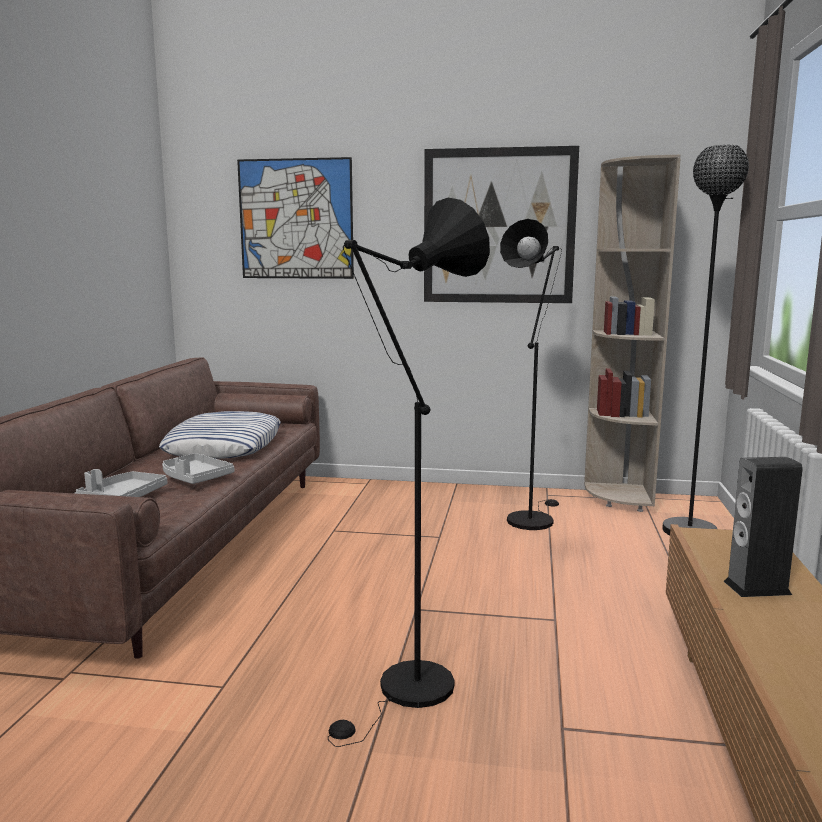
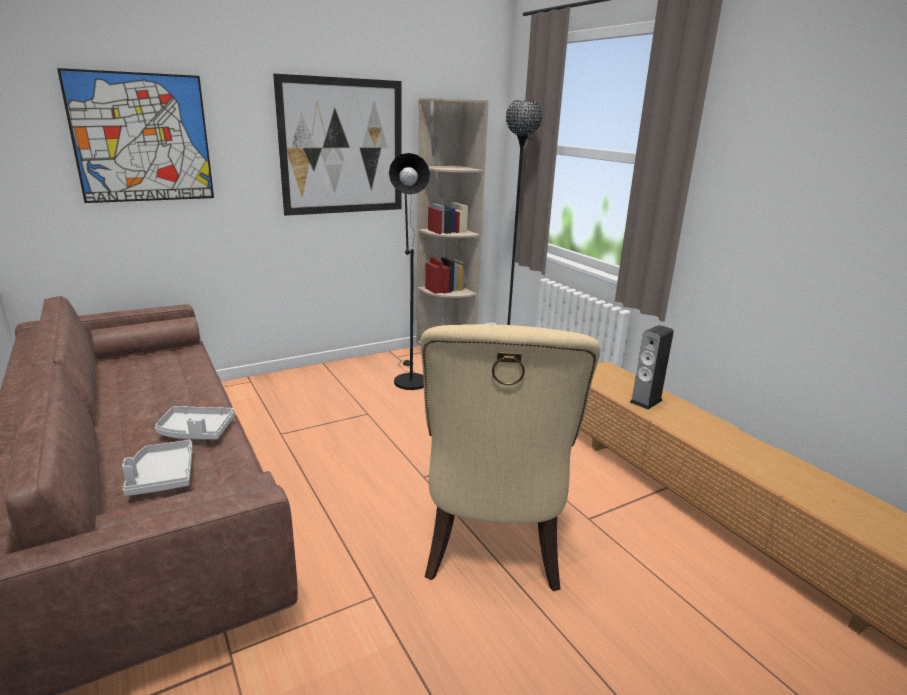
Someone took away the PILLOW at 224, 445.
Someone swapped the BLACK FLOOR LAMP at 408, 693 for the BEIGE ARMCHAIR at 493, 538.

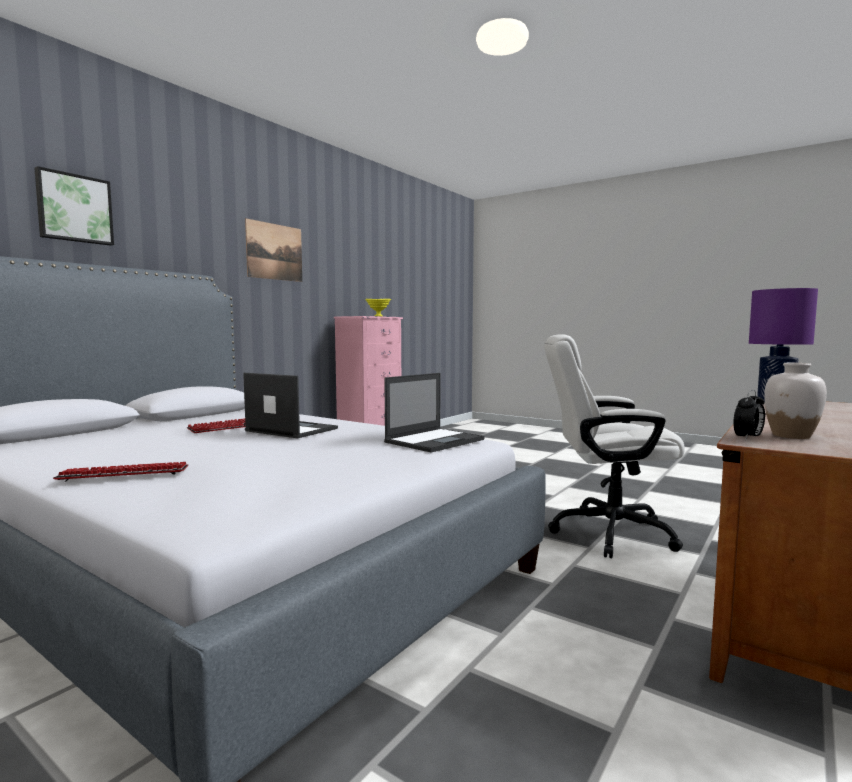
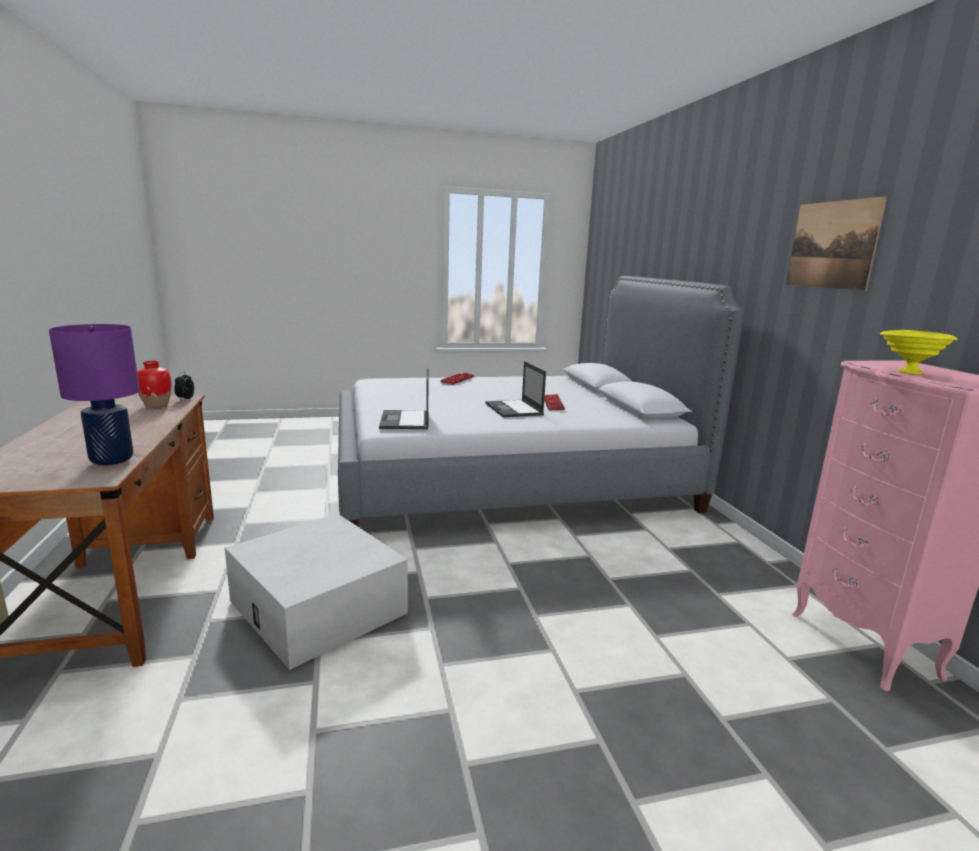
Someone took away the PICTURE at 74, 208.
Someone swapped the WHITE OFFICE CHAIR at 605, 534 for the WHITE STORAGE BOX at 318, 607.
Someone repainted the WHITE VASE at 791, 436, which became the RED VASE at 157, 405.
Someone rotated the LAPTOP at 290, 430 by 90 degrees clockwise.

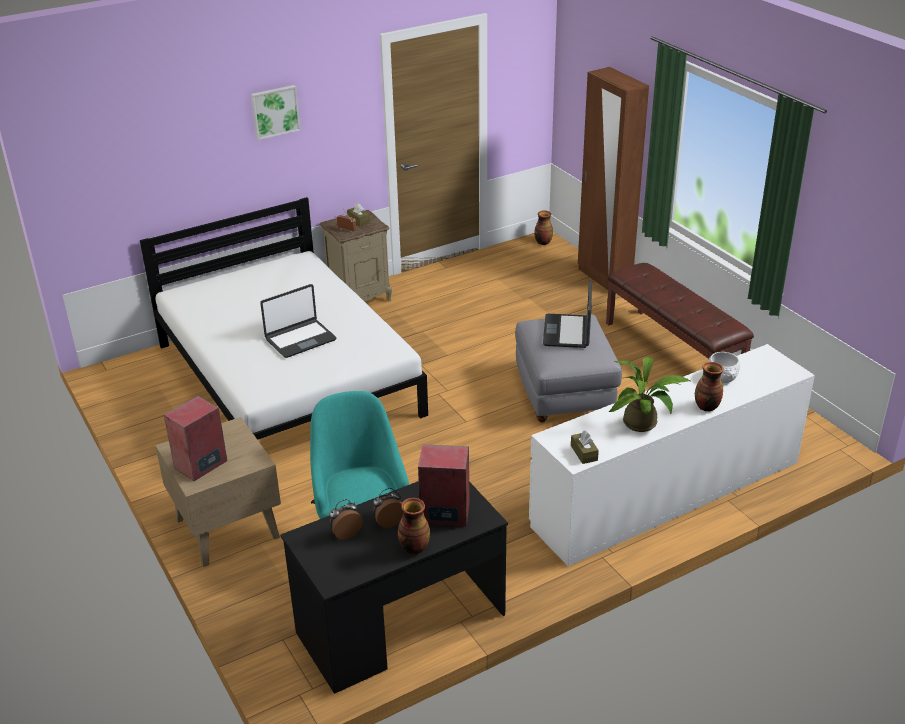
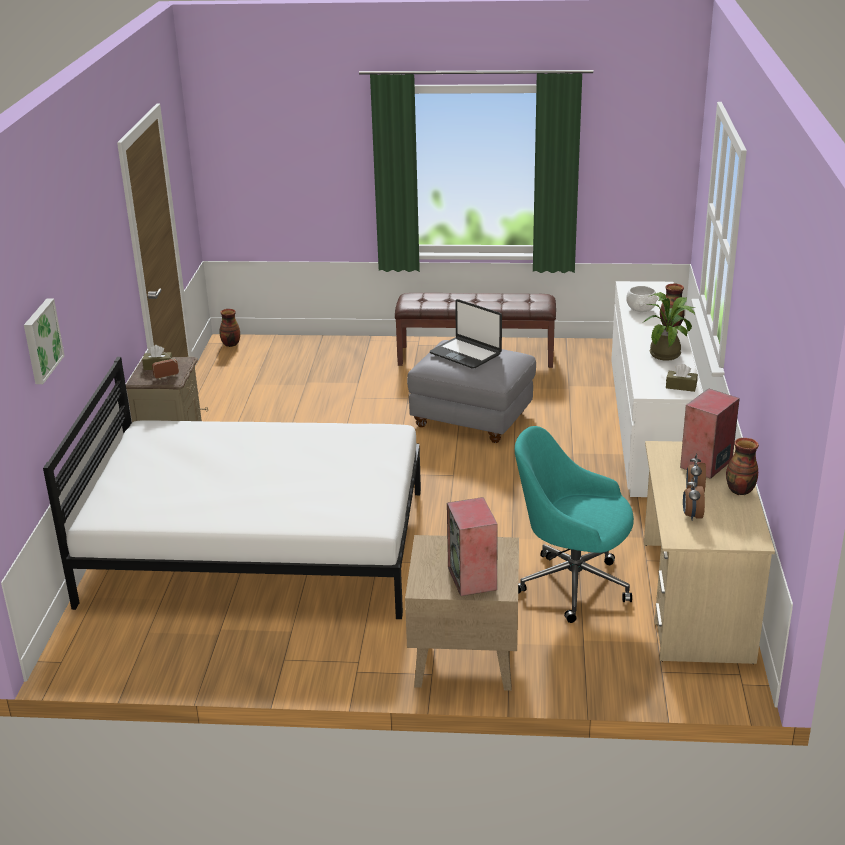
Someone took away the LAPTOP at 300, 339.
Someone took away the BROWN WARDROBE at 604, 279.
Someone carried the PICTURE from 274, 111 to 41, 340.
Someone repainted the BLACK DESK at 400, 624, which became the BEIGE DESK at 695, 600.

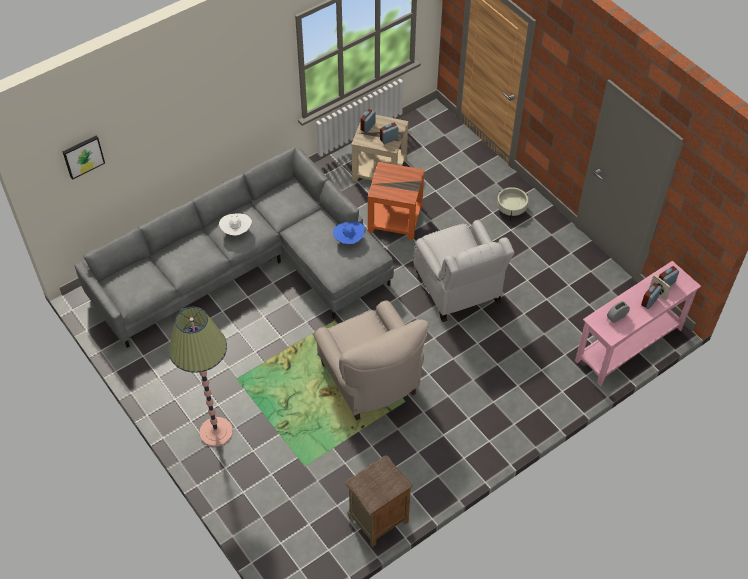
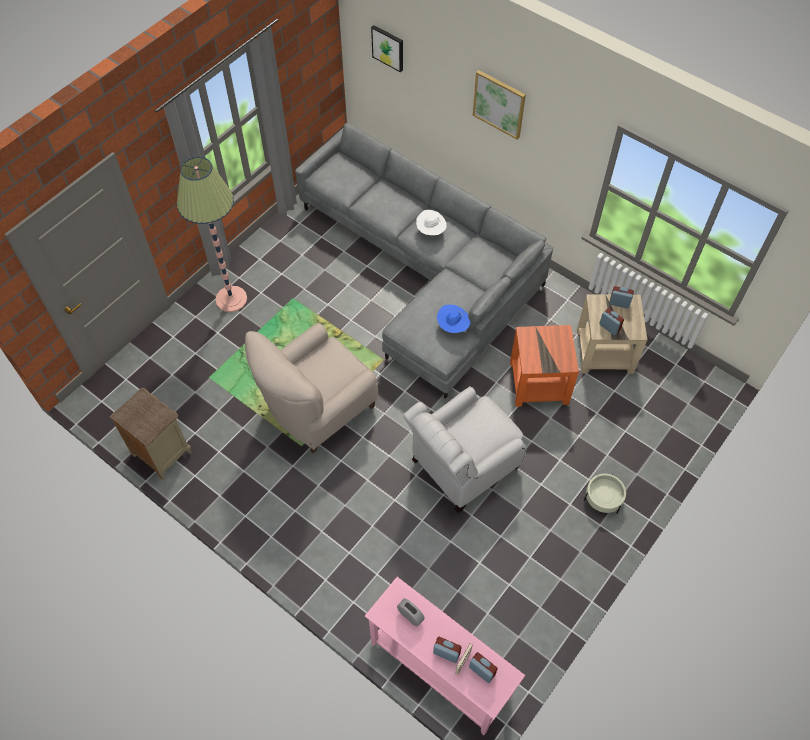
Someone put up the PICTURE at 499, 104.

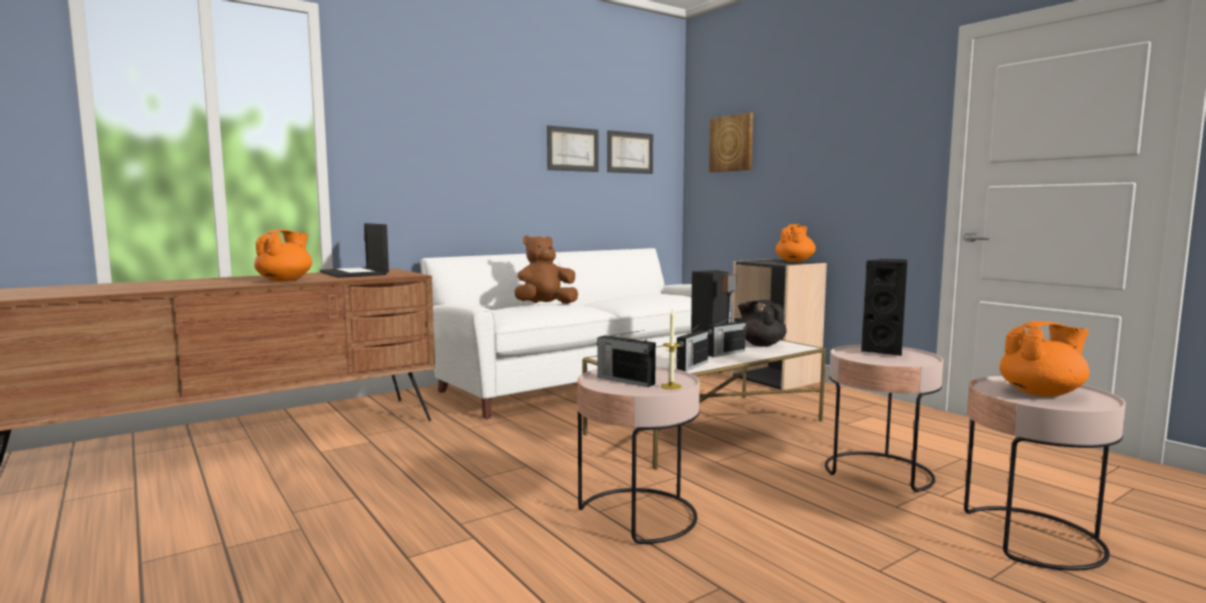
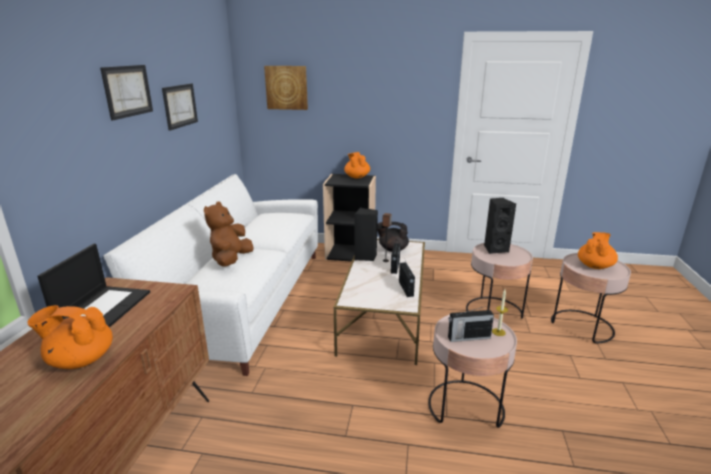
Someone carried the PICTURE from 630, 152 to 127, 91.
Someone rotated the ORANGE TEAPOT at 285, 280 by 60 degrees counterclockwise.
Someone rotated the LAPTOP at 355, 273 by 90 degrees counterclockwise.

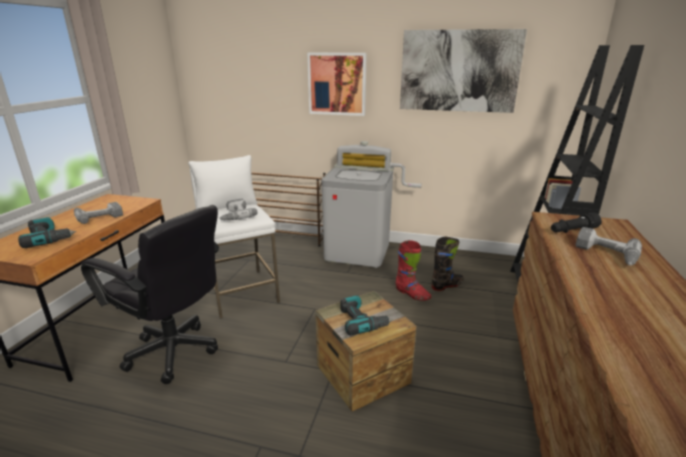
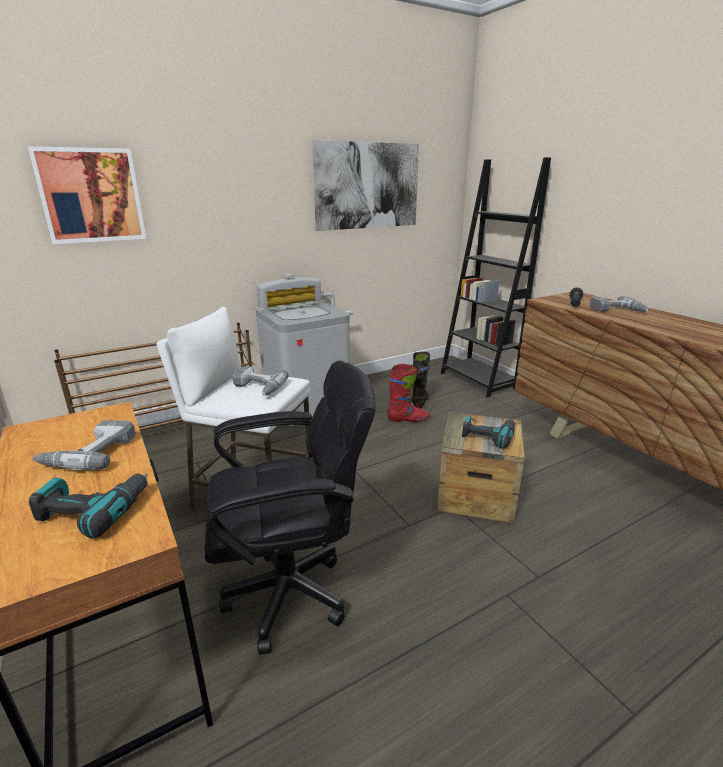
Someone carried the PICTURE from 337, 84 to 91, 195.

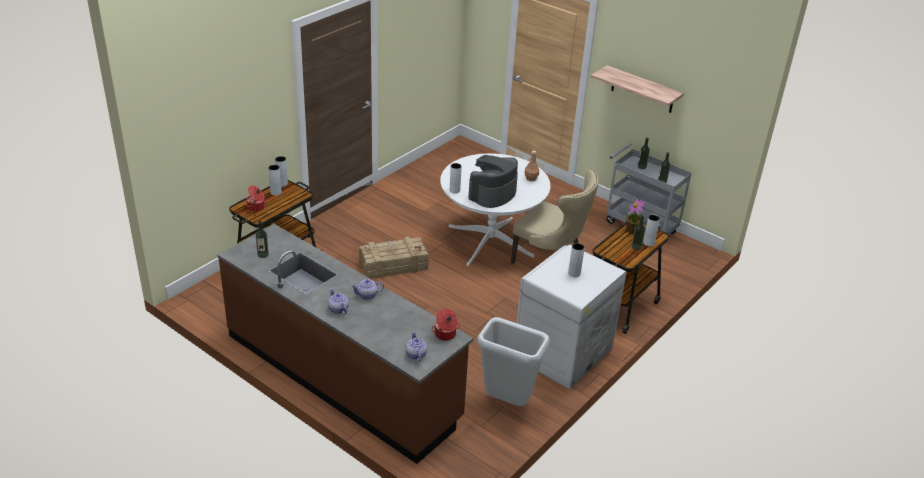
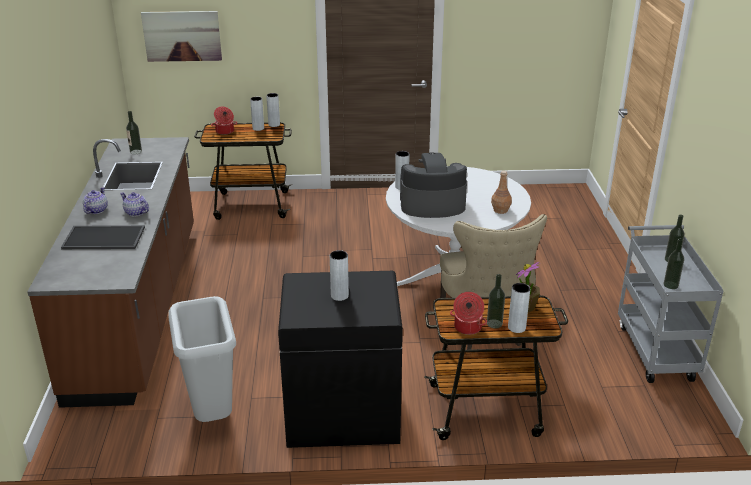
Someone took away the CRATE at 392, 265.
Someone took away the TEAPOT at 416, 355.
Someone took away the SHELF at 642, 90.
Someone put down the TRAY at 105, 237.
Someone put up the PICTURE at 182, 36.
Someone carried the COOKING POT from 445, 335 to 467, 328.
Someone repainted the WHITE WASHING MACHINE at 560, 352, which became the BLACK WASHING MACHINE at 341, 410.

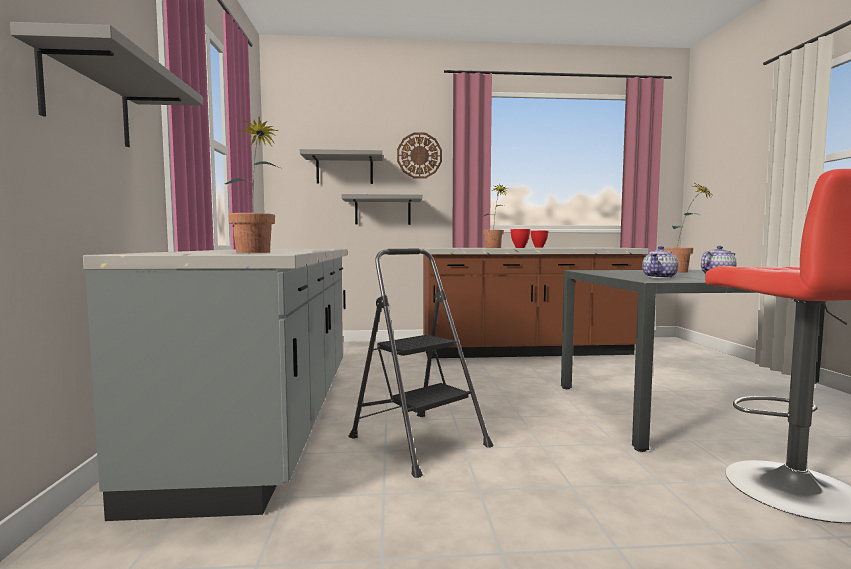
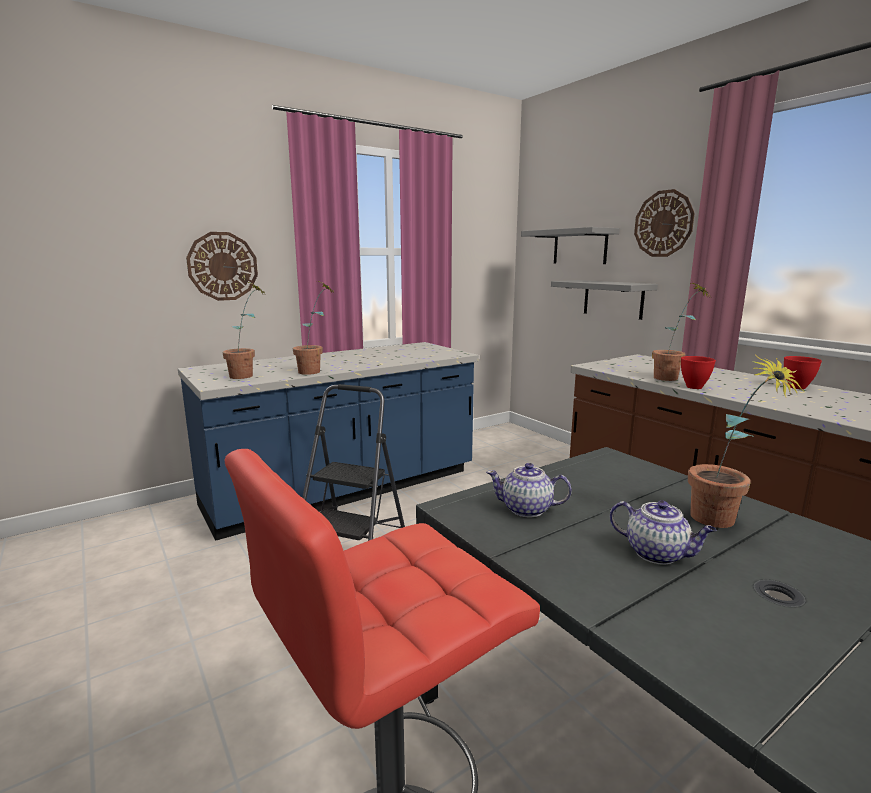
Someone put down the POTTED PLANT at 316, 371.
Someone swapped the GREY SHELF at 87, 99 for the WALL CLOCK at 223, 266.
Someone repainted the GREY COUNTER at 270, 420, which became the BLUE COUNTER at 344, 490.

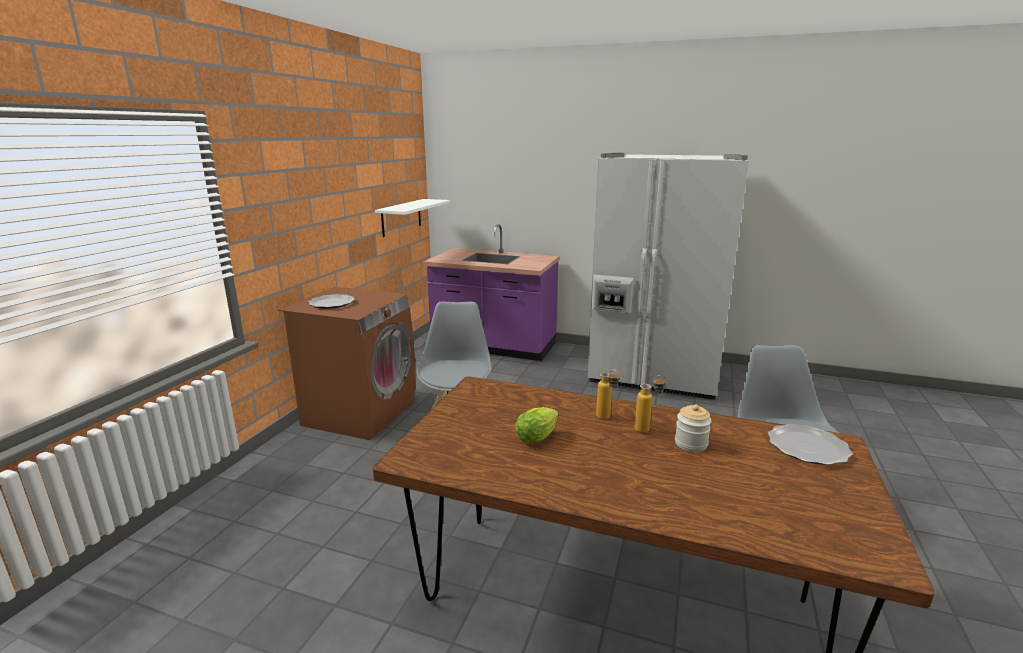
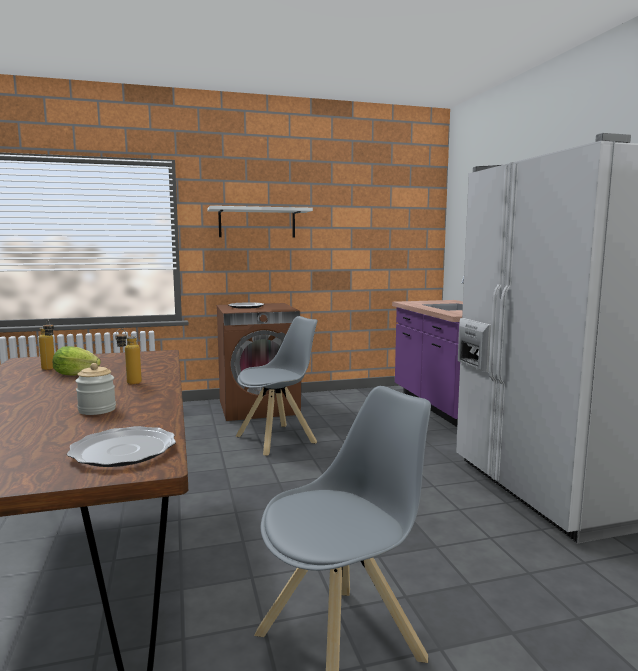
Someone carried the WHITE SHELF from 401, 217 to 257, 223.
Someone carried the BOTTLE from 647, 429 to 50, 369.

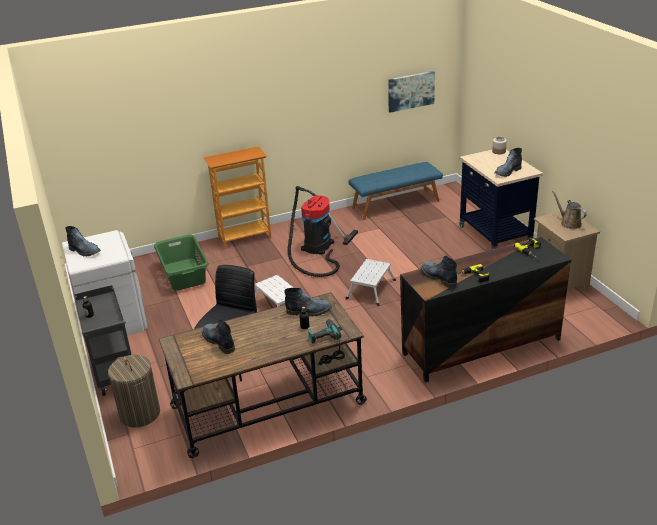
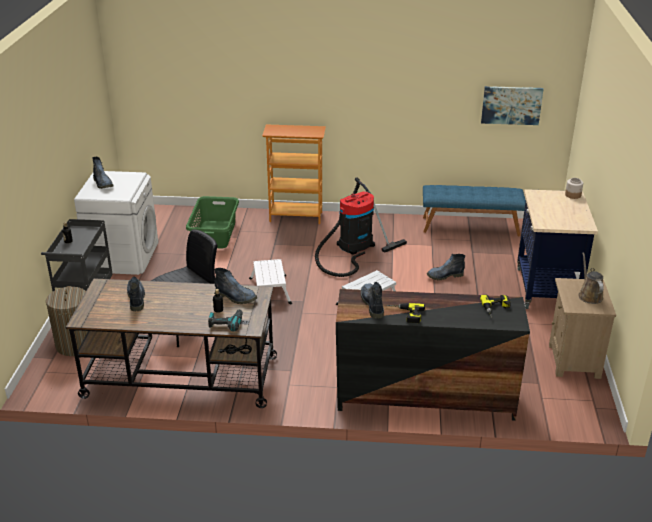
Someone carried the BOOT from 507, 172 to 444, 276.

